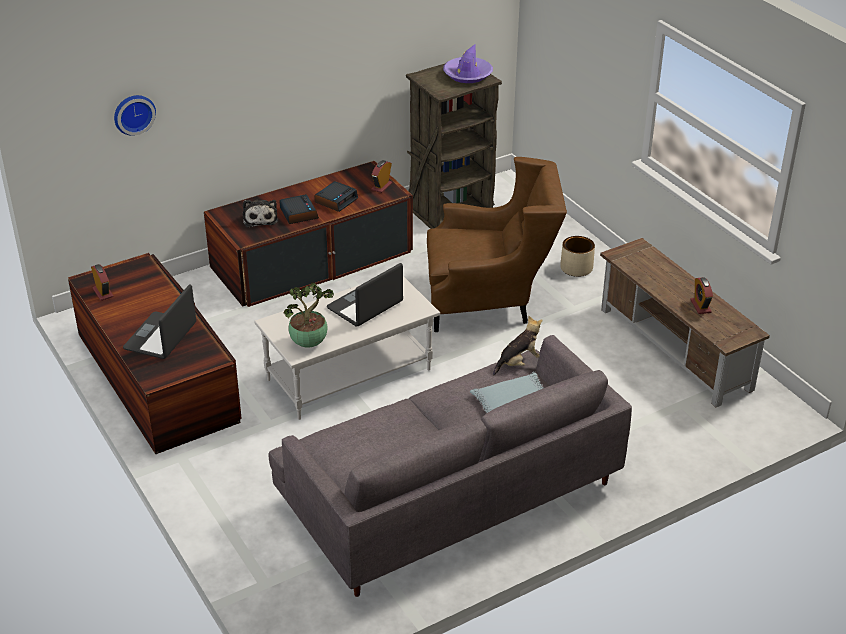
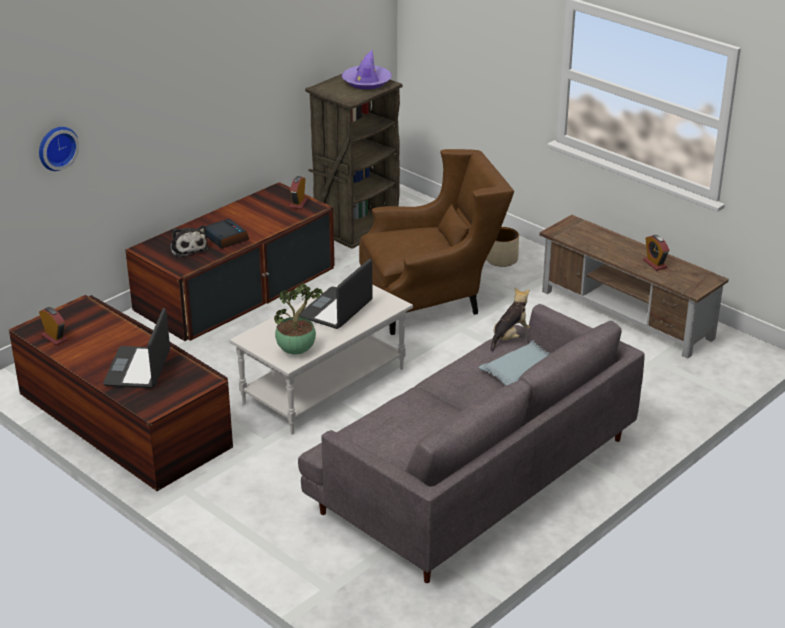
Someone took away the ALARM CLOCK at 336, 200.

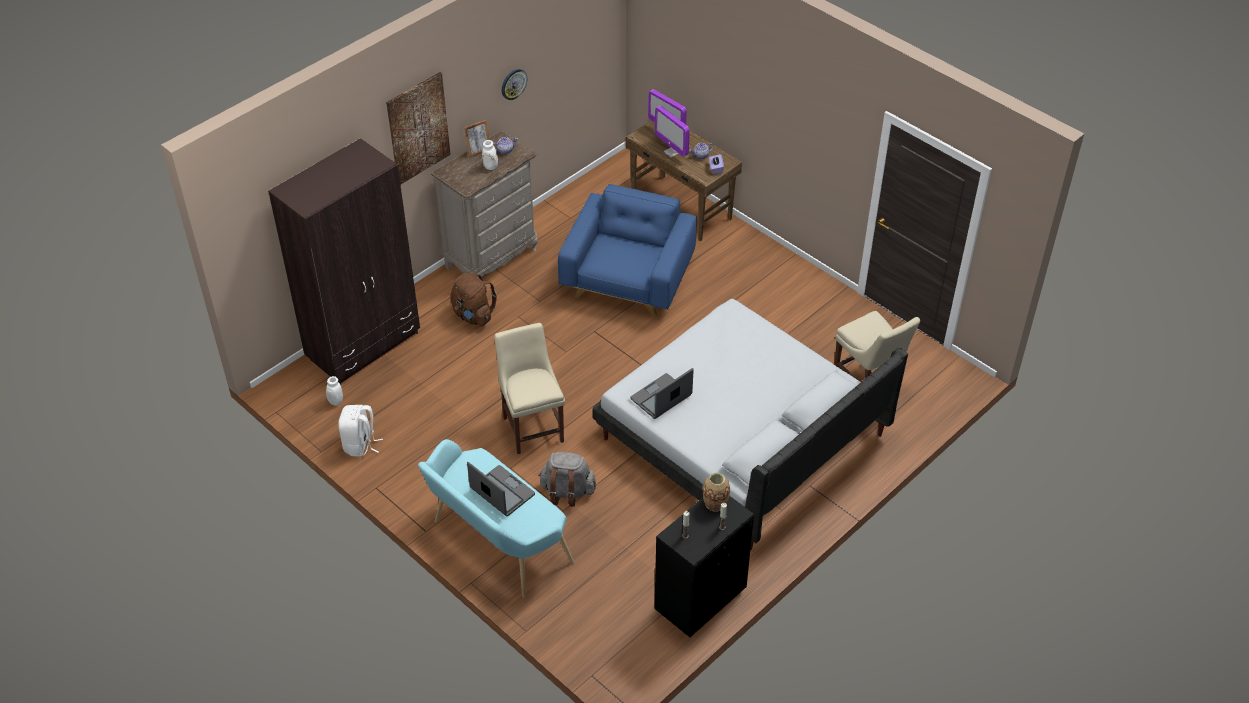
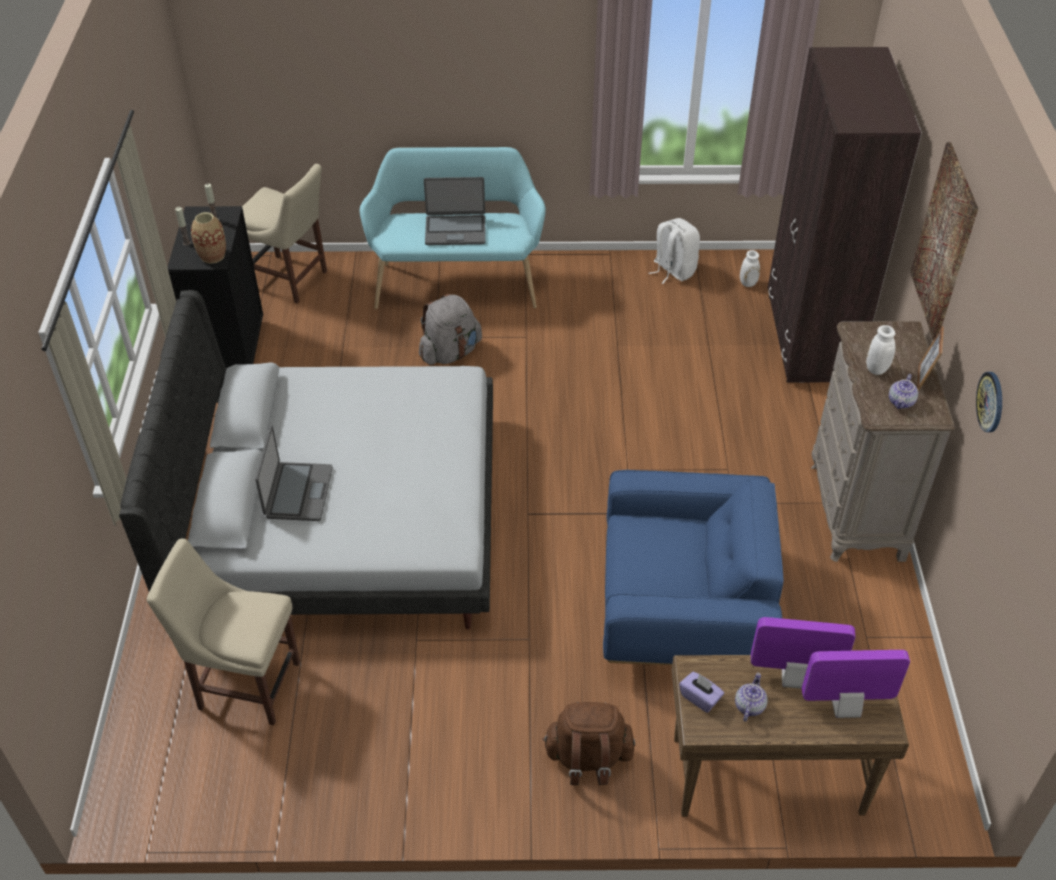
Someone carried the BROWN BACKPACK from 473, 315 to 588, 758.
Someone carried the BEIGE CHAIR from 532, 427 to 290, 280.
Someone carried the LAPTOP from 661, 397 to 298, 492.
Someone rotated the BLUE ARMCHAIR at 628, 279 by 60 degrees counterclockwise.

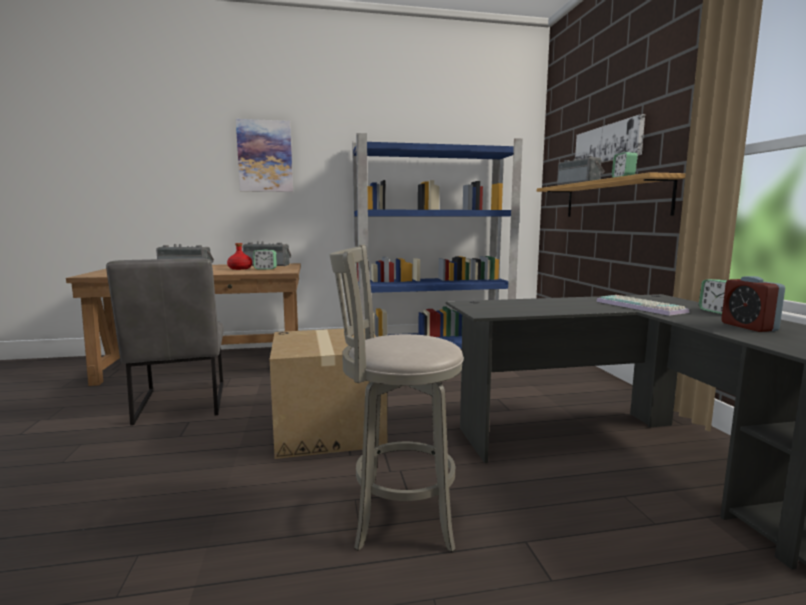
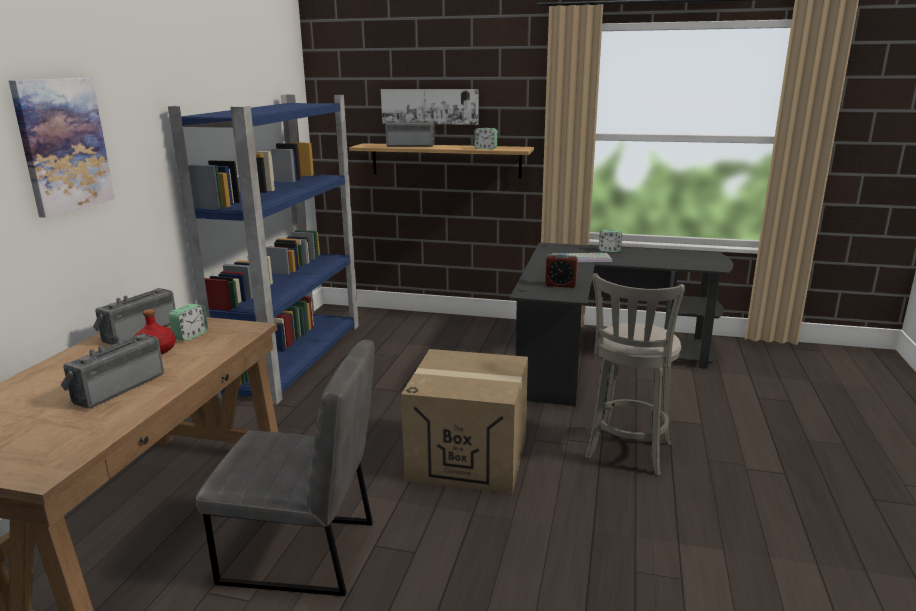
Someone carried the ALARM CLOCK from 748, 327 to 560, 285.

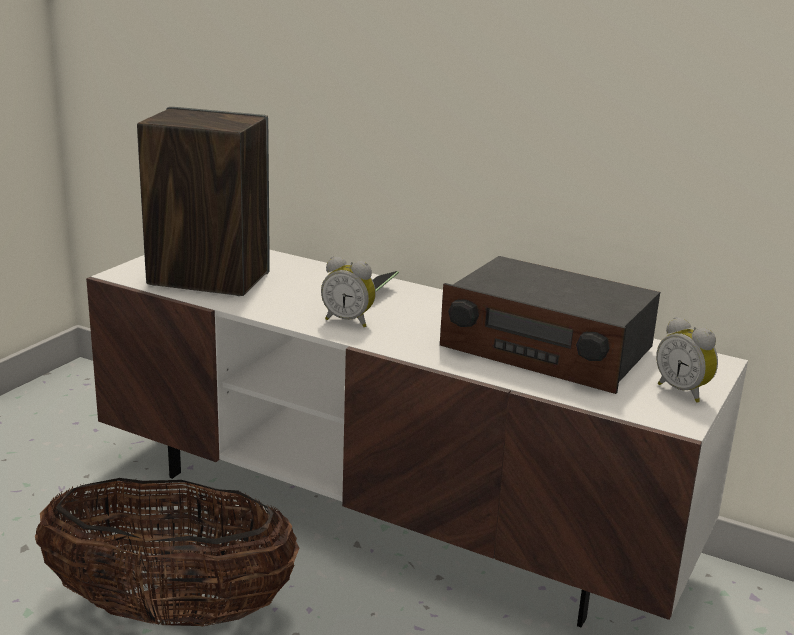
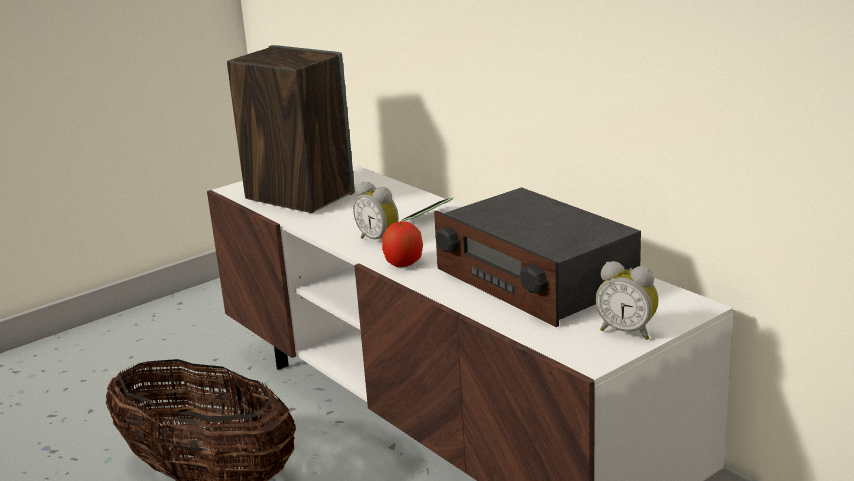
Someone put down the APPLE at 403, 264.
Someone rotated the ALARM CLOCK at 683, 391 by 45 degrees counterclockwise.

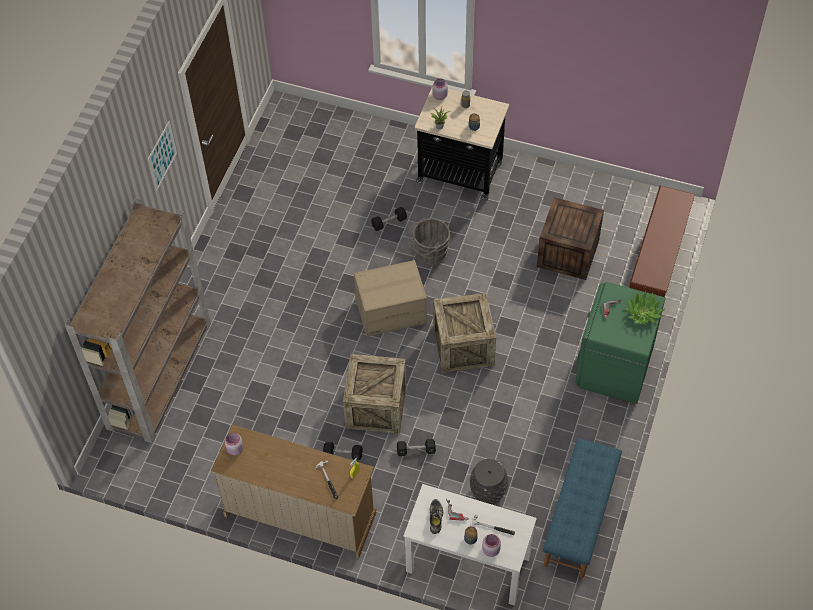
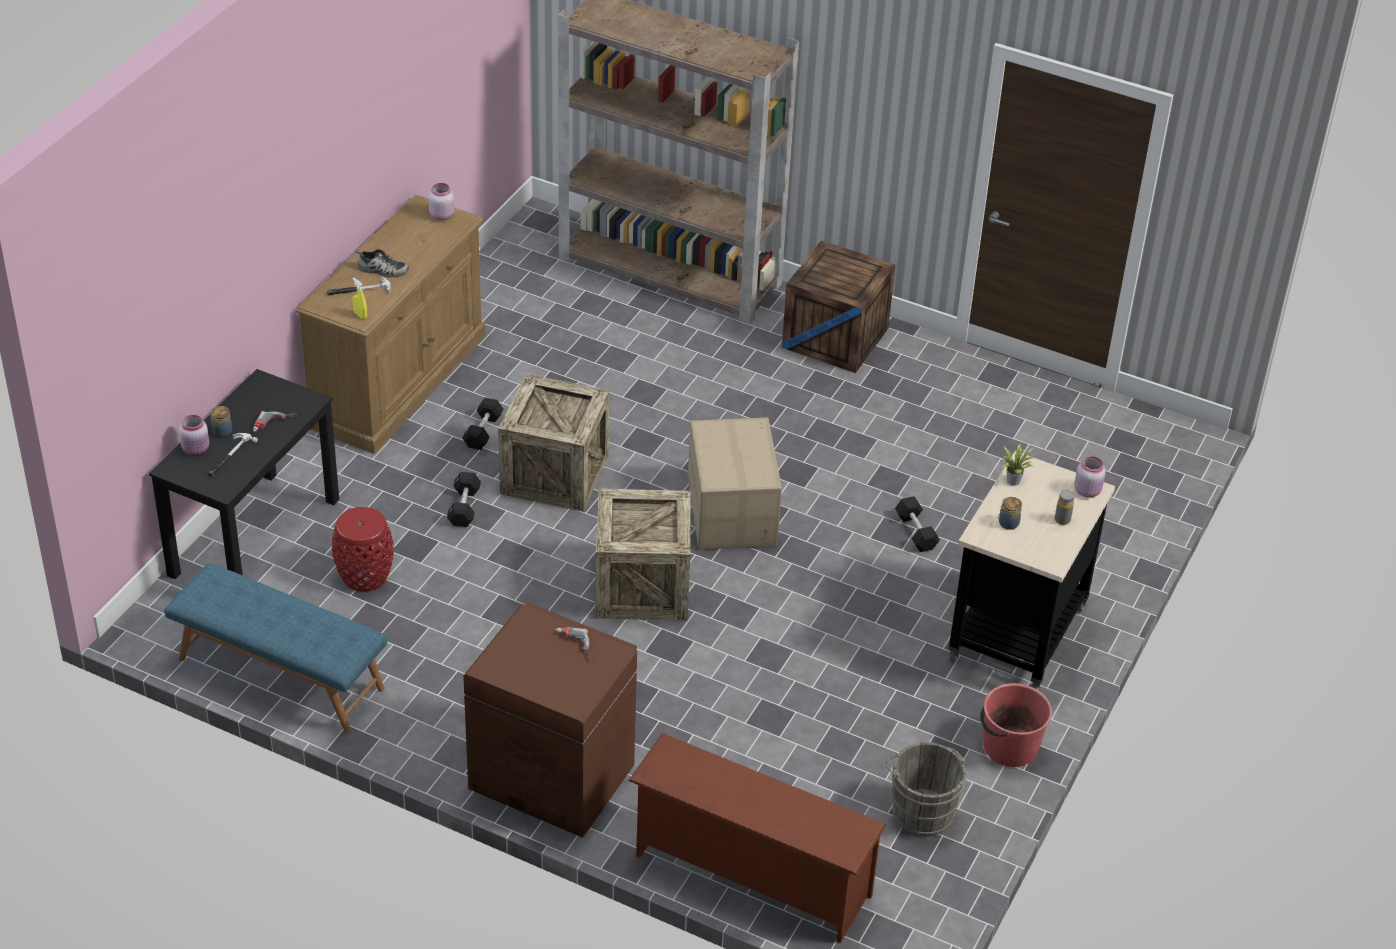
Someone took away the PICTURE at 162, 155.
Someone took away the POTTED PLANT at 643, 313.
Someone put down the RED BUCKET at 1009, 746.
Someone carried the GREY BUCKET from 429, 253 to 921, 810.
Someone carried the SHOE from 436, 518 to 382, 270.
Someone carried the CRATE from 568, 253 to 835, 338.
Someone repainted the WHITE DESK at 467, 563, which became the BLACK DESK at 255, 536.
Someone repainted the GREY STOOL at 488, 492, which became the RED STOOL at 365, 576.
Someone repainted the GREEN WASHING MACHINE at 613, 366, which became the BROWN WASHING MACHINE at 553, 771.

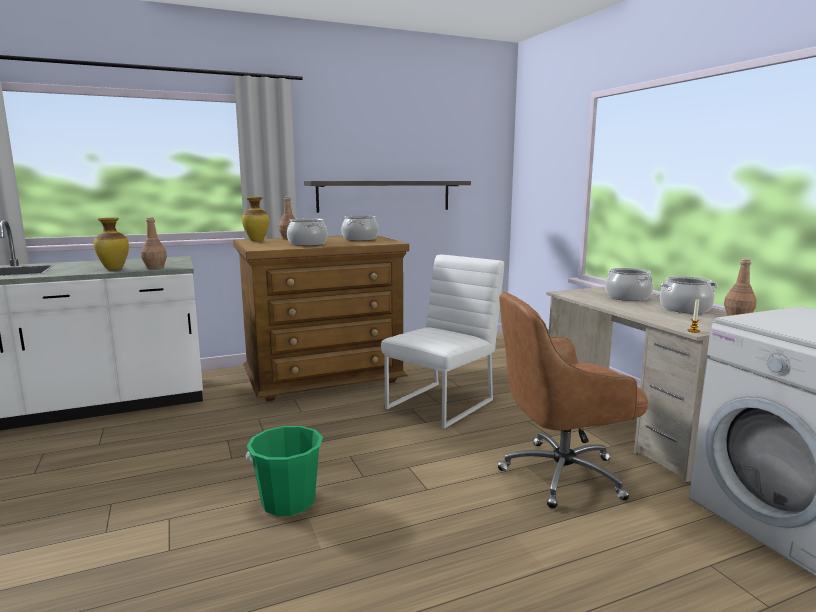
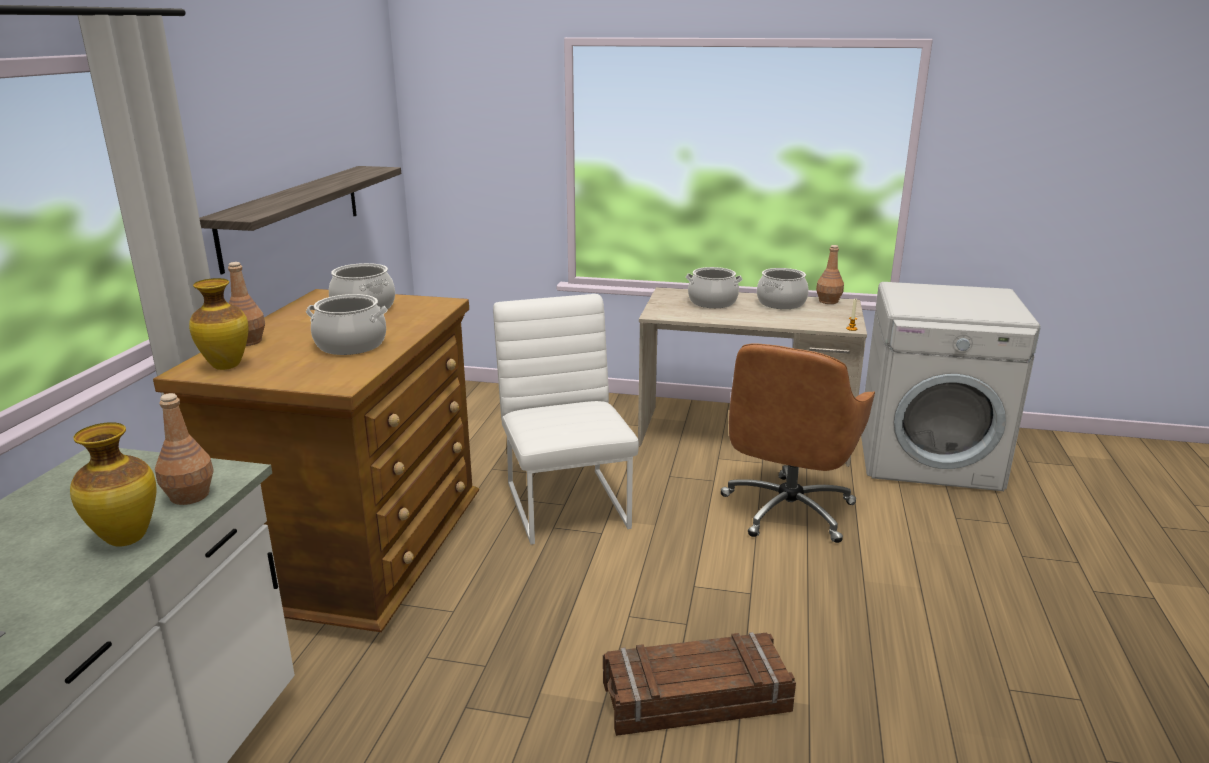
Someone swapped the GREEN BUCKET at 288, 502 for the CRATE at 696, 699.

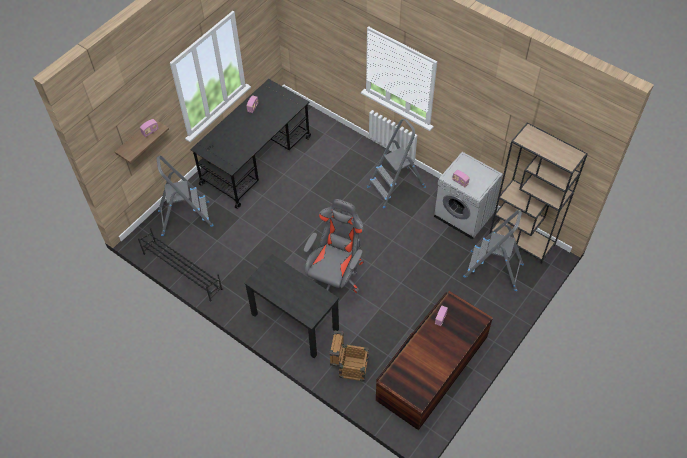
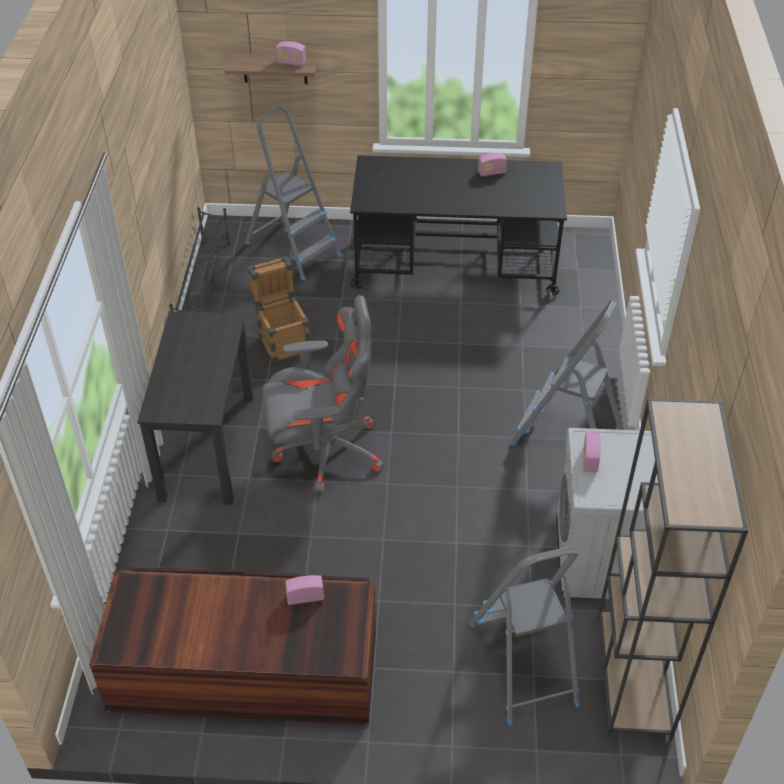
Someone carried the CRATE from 349, 367 to 283, 339.

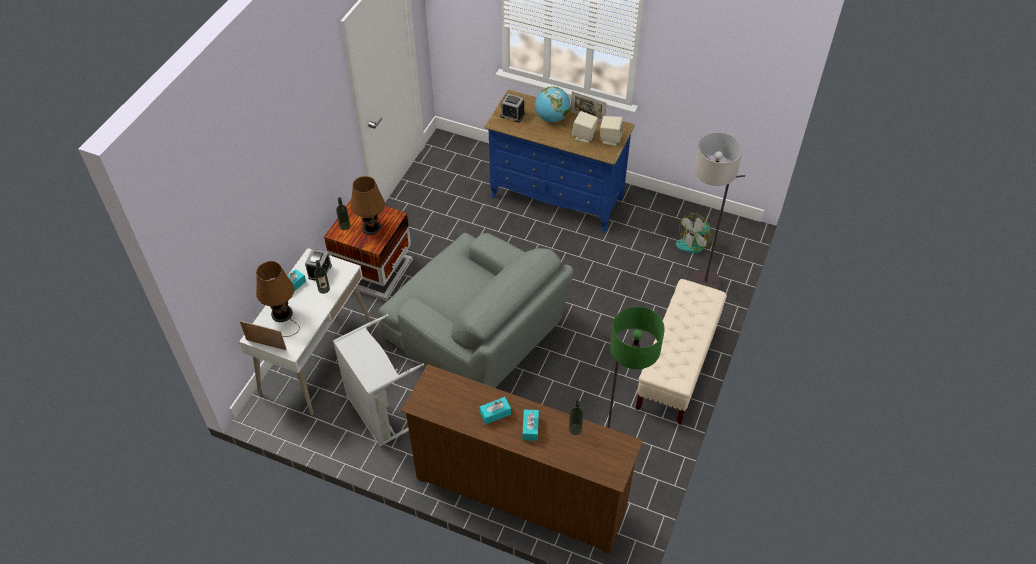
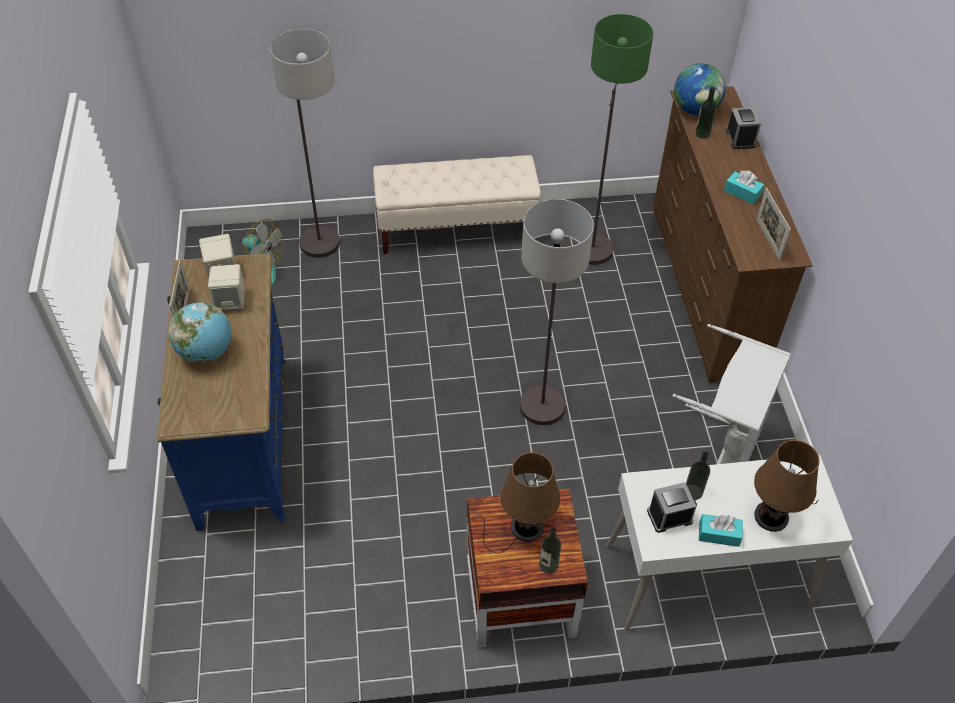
Someone took away the TURQUOISE TISSUE BOX at 530, 428.
Someone put down the GLOBE at 695, 110.
Someone carried the PICTURE FRAME from 266, 345 to 768, 239.
Someone carried the ALARM CLOCK from 512, 115 to 740, 138.
Someone swapped the GREY ARMCHAIR at 477, 335 for the GREY FLOOR LAMP at 540, 418.

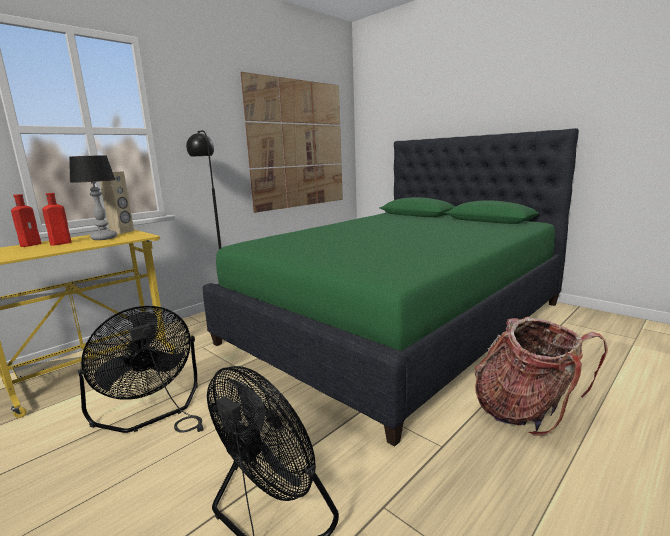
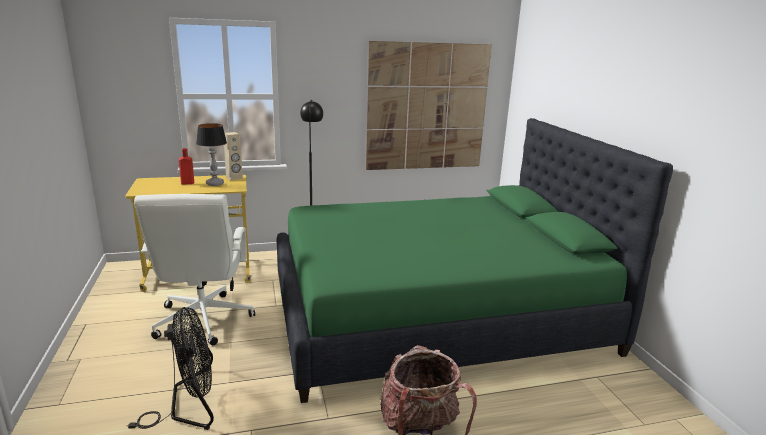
Someone took away the RED BOTTLE at 32, 244.
Someone swapped the BLACK FAN at 157, 413 for the WHITE OFFICE CHAIR at 204, 318.

